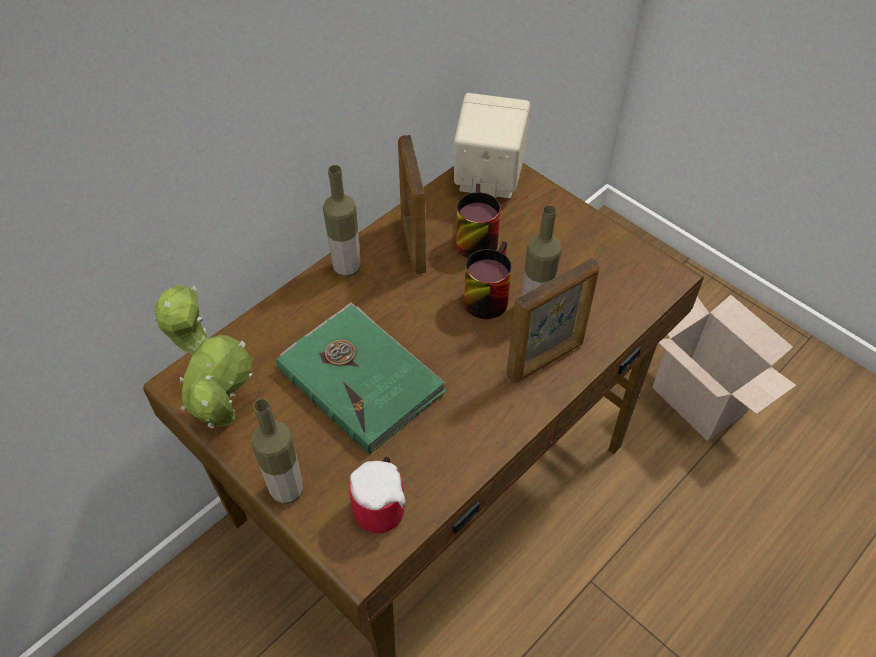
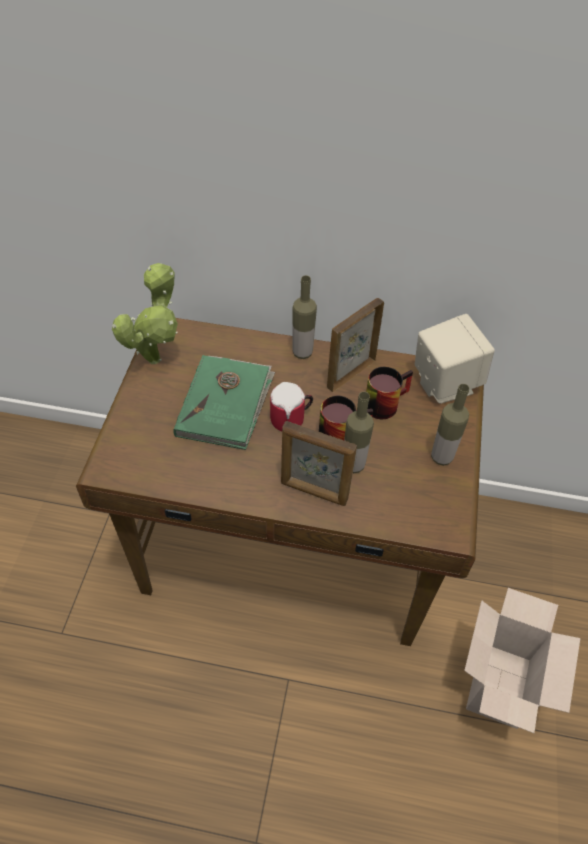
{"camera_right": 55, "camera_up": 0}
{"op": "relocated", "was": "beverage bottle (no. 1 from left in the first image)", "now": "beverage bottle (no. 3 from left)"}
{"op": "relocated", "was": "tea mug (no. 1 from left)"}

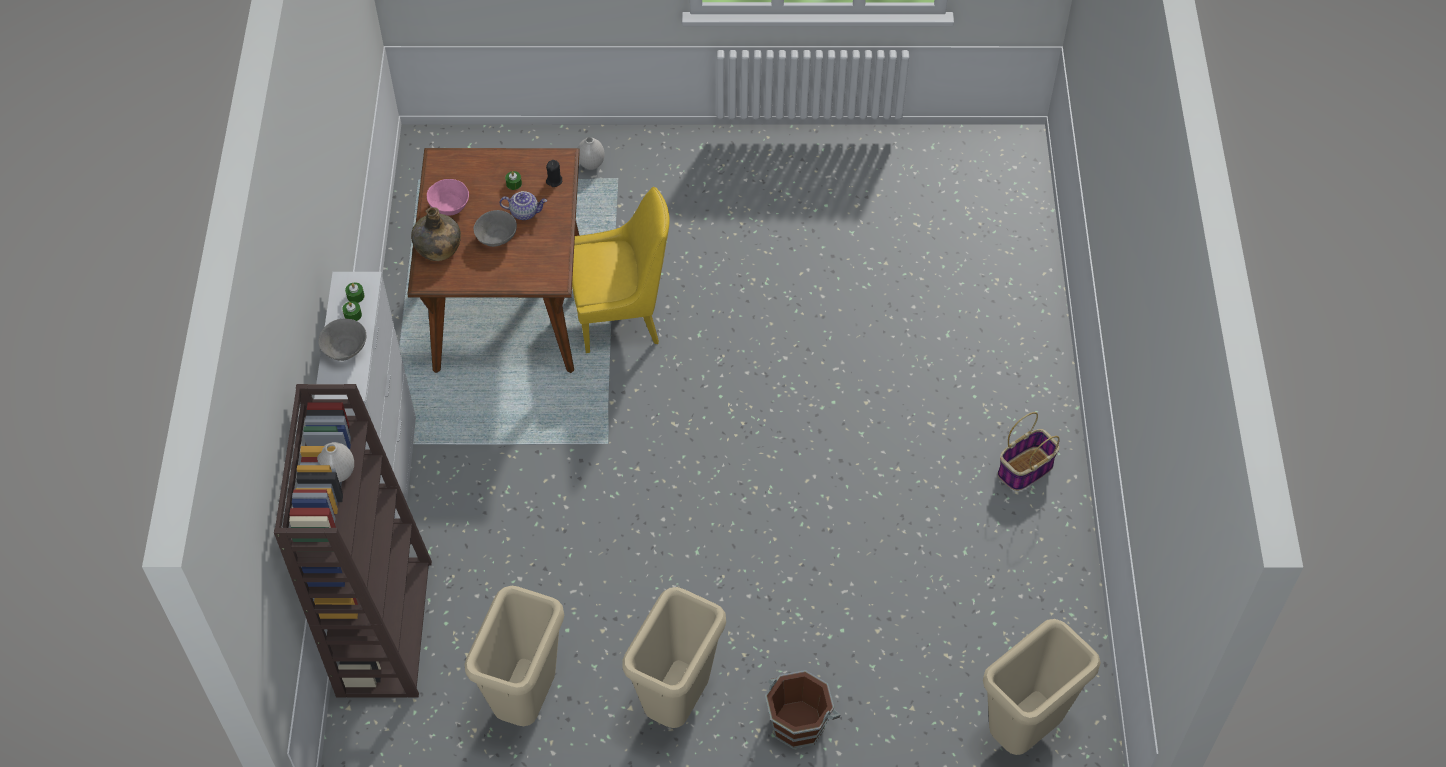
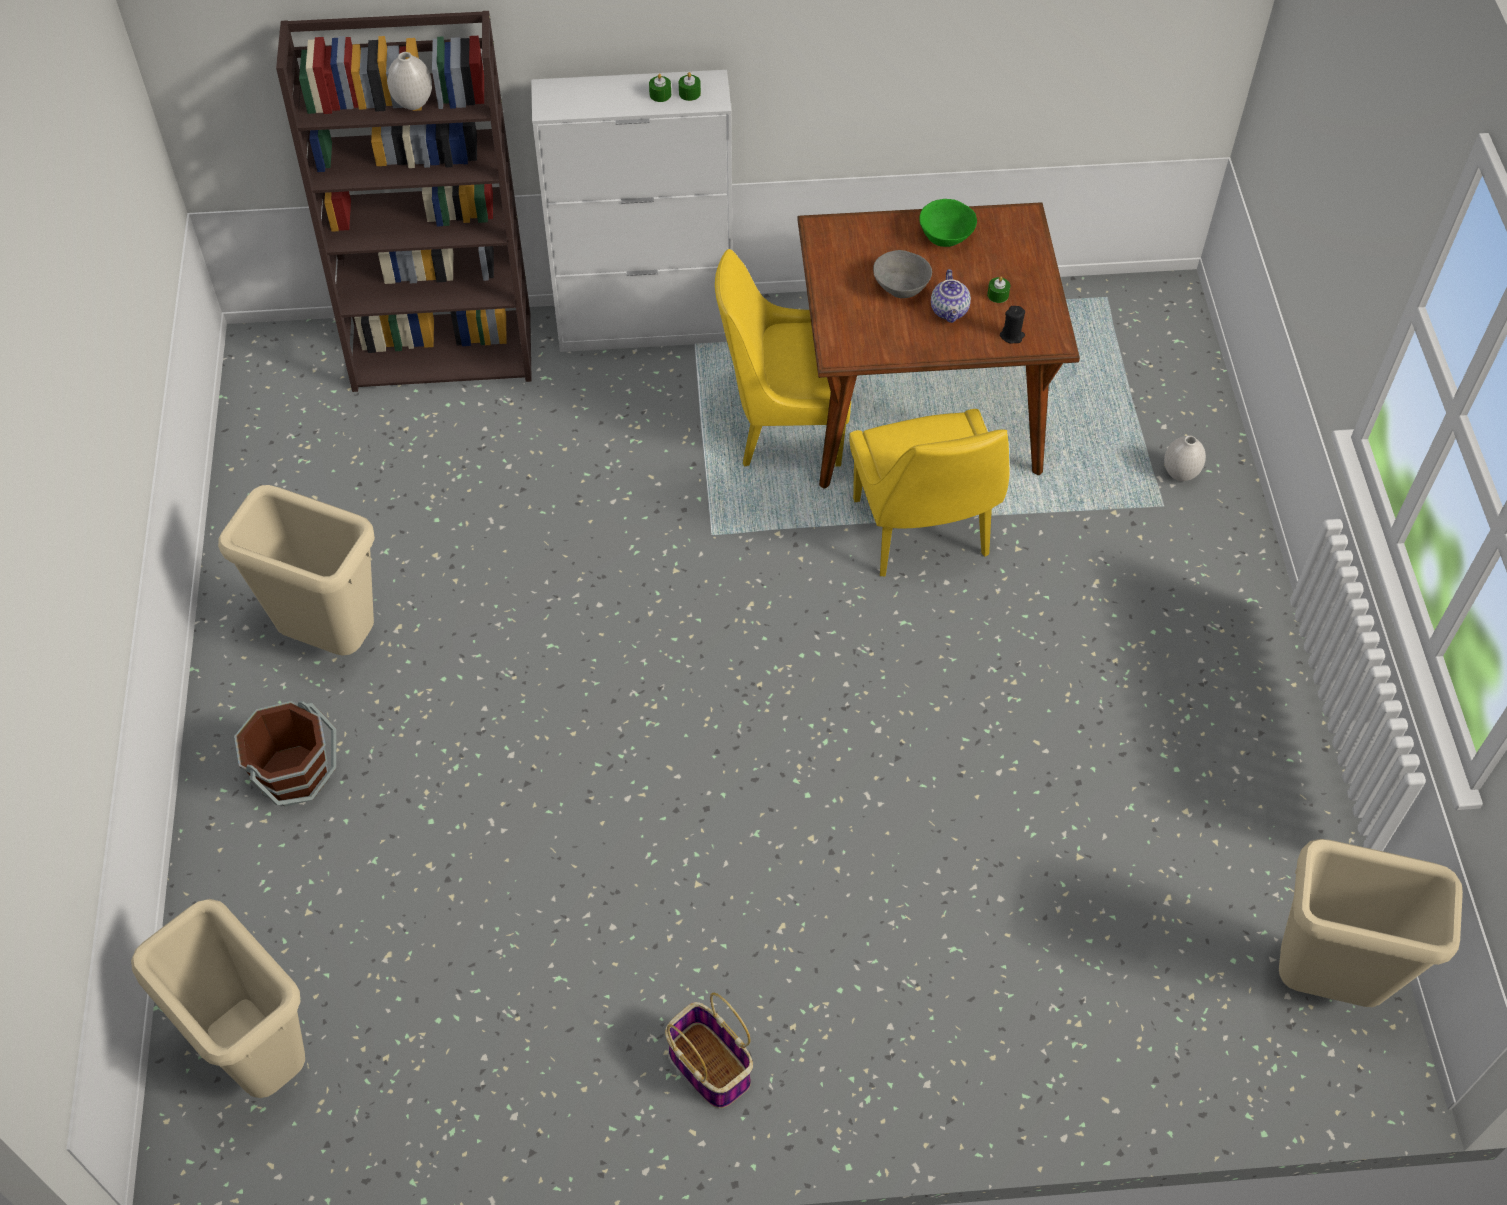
{"camera_right": 85, "camera_up": 0}
{"op": "colour", "was": "pink-coloured deep dish", "now": "greenish deep dish"}
{"op": "missing", "was": "greenish beverage bottle"}
{"op": "missing", "was": "gray deep dish (no. 1 from left)"}
{"op": "relocated", "was": "sand-coloured rubbish bin (no. 1 from left in the first image)", "now": "sand-coloured rubbish bin (no. 3 from left)"}
{"op": "appeared", "now": "yellow-coloured upright chair (no. 1 from left)"}

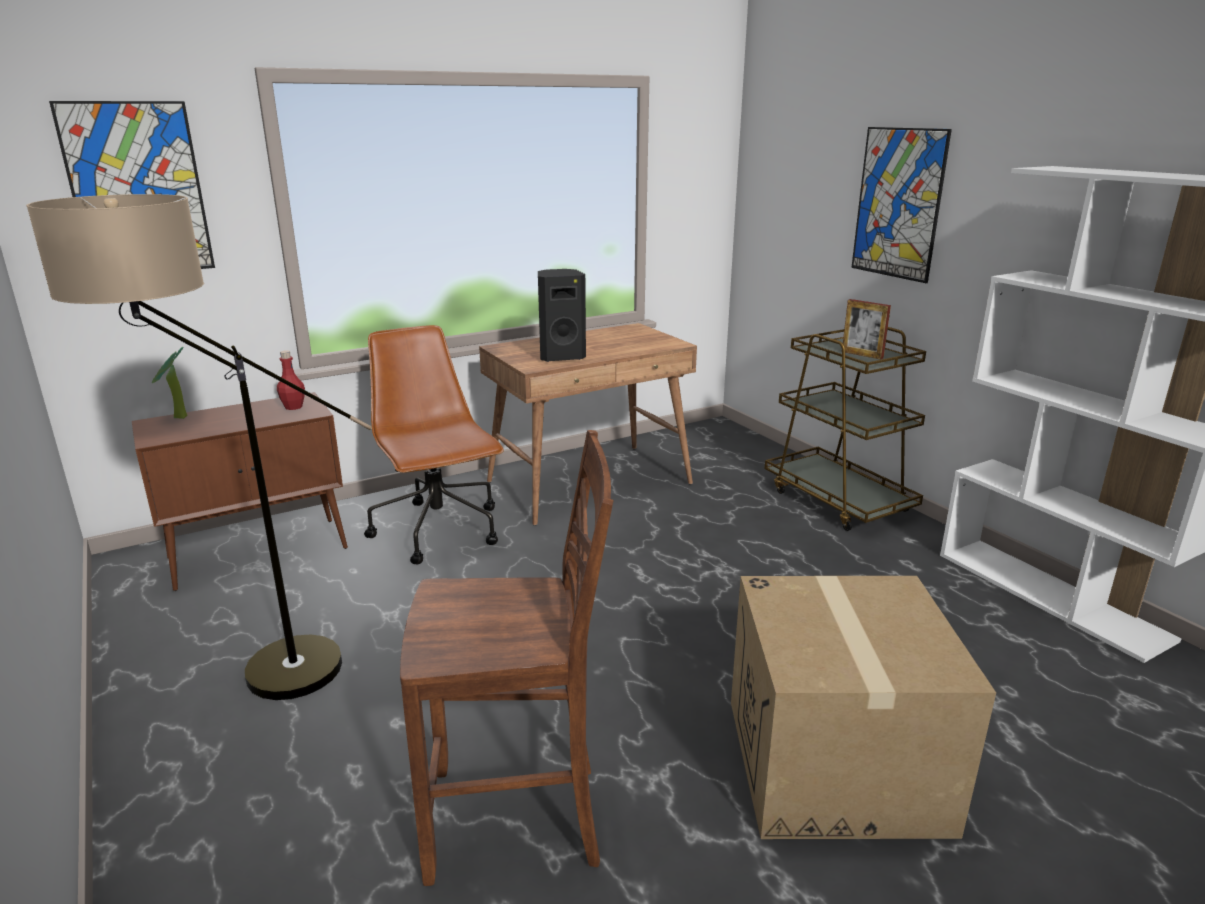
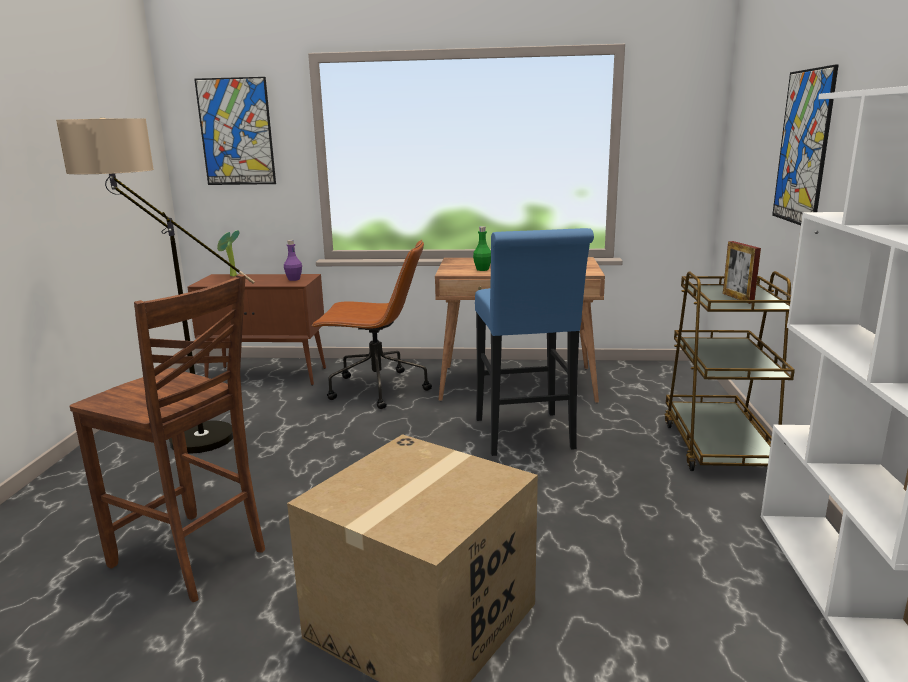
{"camera_right": 35, "camera_up": -5}
{"op": "exchanged", "was": "black-coloured loudspeaker", "now": "greenish beverage bottle"}
{"op": "spun", "was": "brown-coloured office chair", "clockwise": 90}
{"op": "colour", "was": "red-coloured beverage bottle", "now": "purplish beverage bottle"}
{"op": "appeared", "now": "bluish stool seat"}

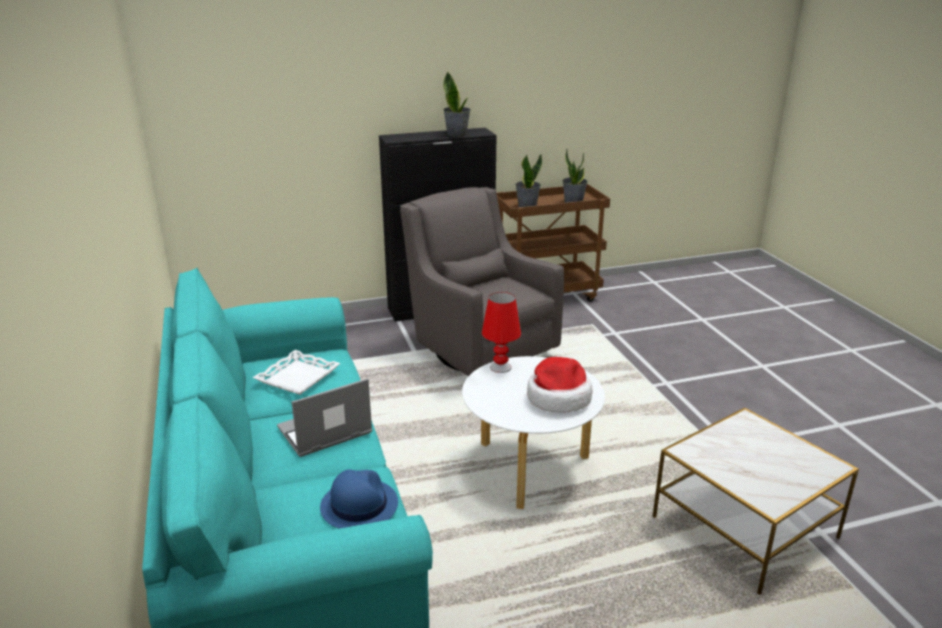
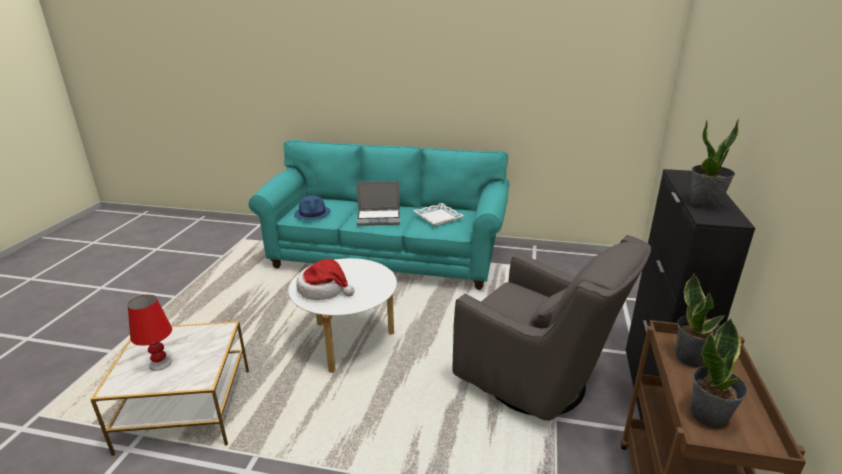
{"camera_right": 120, "camera_up": 0}
{"op": "spun", "was": "gray lounge chair", "clockwise": 45}
{"op": "relocated", "was": "red-coloured tabletop lamp"}
{"op": "spun", "was": "notebook computer", "clockwise": 90}

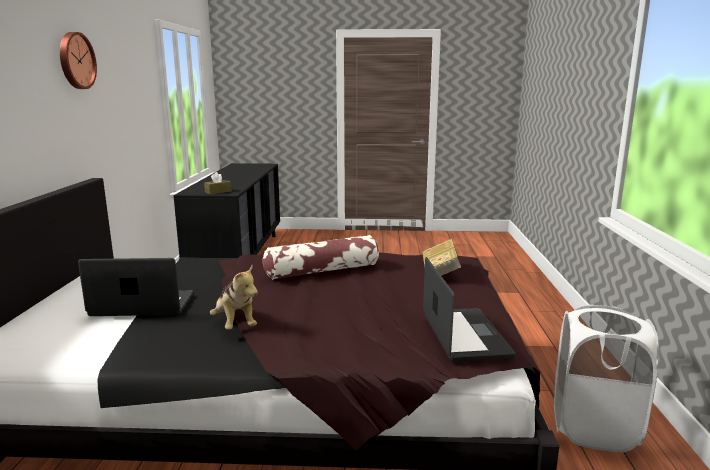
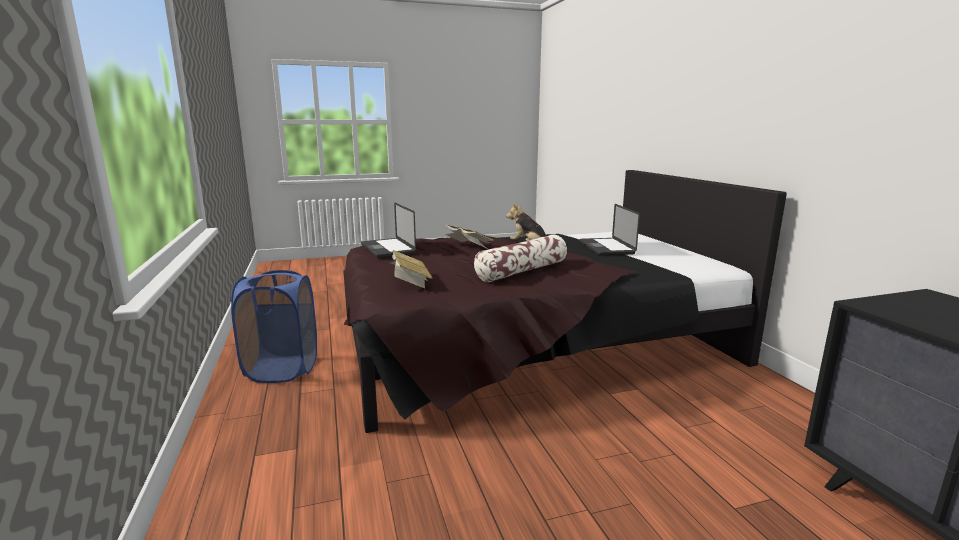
{"camera_right": 160, "camera_up": 0}
{"op": "missing", "was": "clock on the wall"}
{"op": "missing", "was": "brown-coloured tissue holder"}
{"op": "spun", "was": "notebook computer (no. 1 from left in the first image)", "clockwise": 105}
{"op": "colour", "was": "white-coloured laundry basket", "now": "bluish laundry basket"}
{"op": "appeared", "now": "book (no. 2 from left)"}

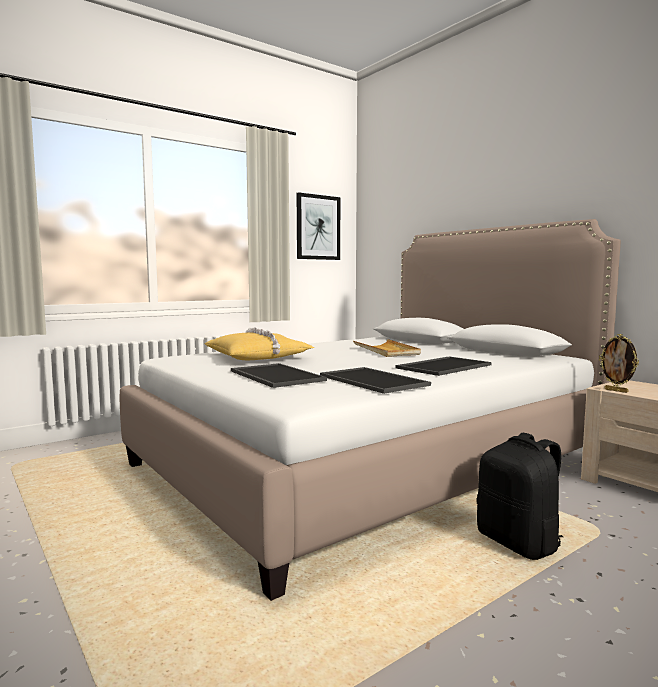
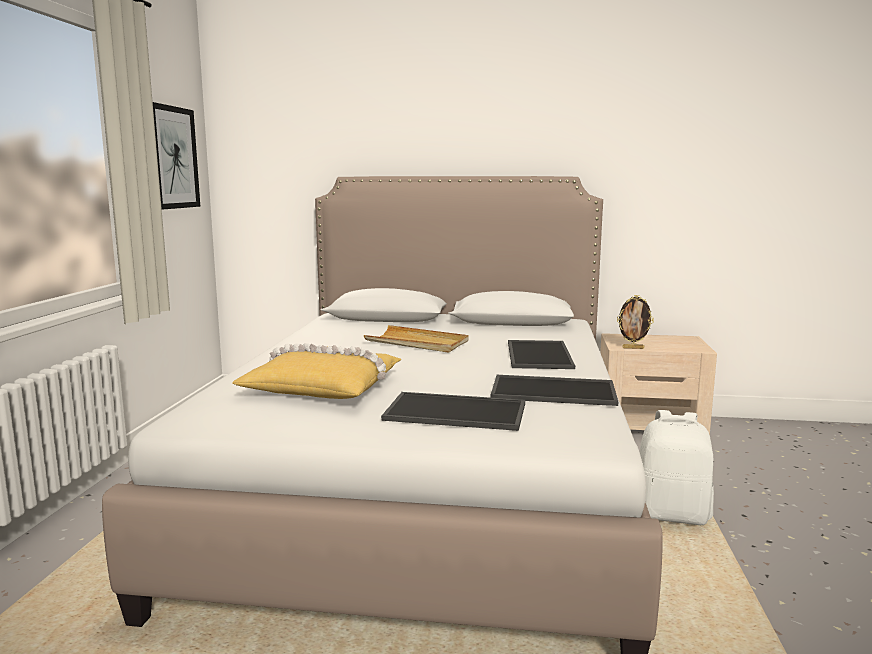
{"camera_right": -45, "camera_up": 5}
{"op": "colour", "was": "black-coloured rucksack", "now": "white-coloured rucksack"}

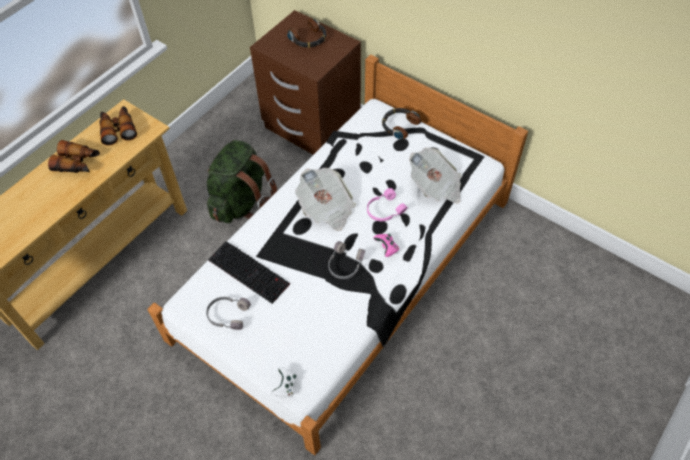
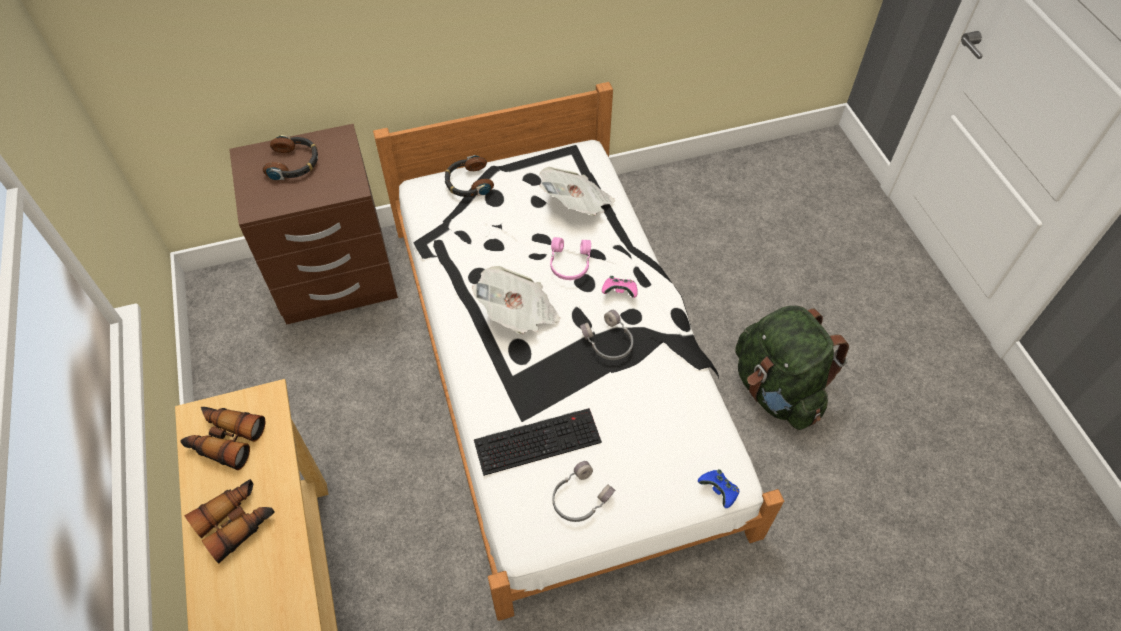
{"camera_right": -55, "camera_up": 0}
{"op": "relocated", "was": "greenish rucksack"}
{"op": "colour", "was": "white-coloured joypad", "now": "bluish joypad"}

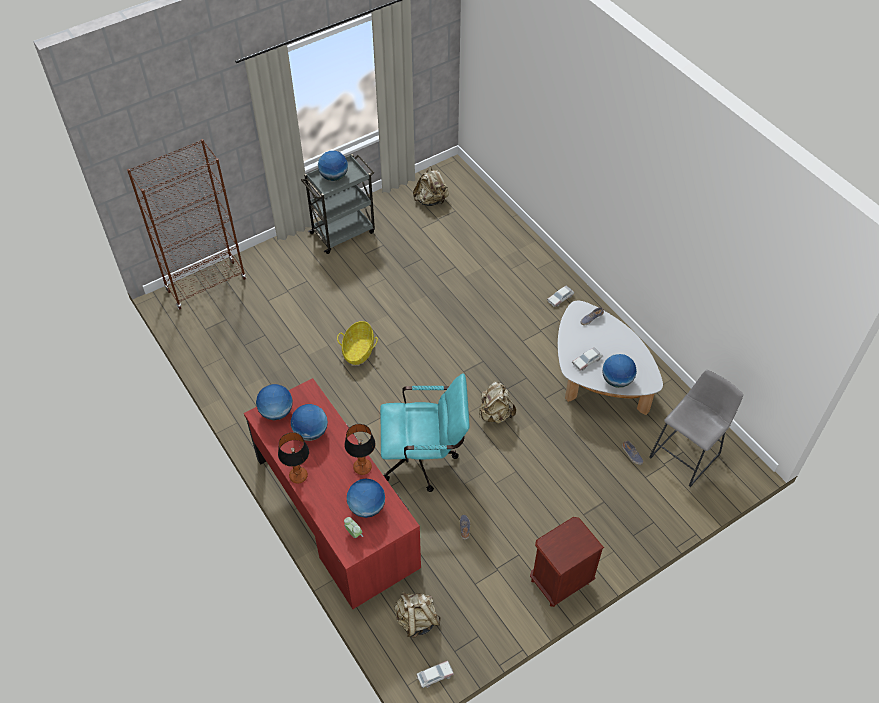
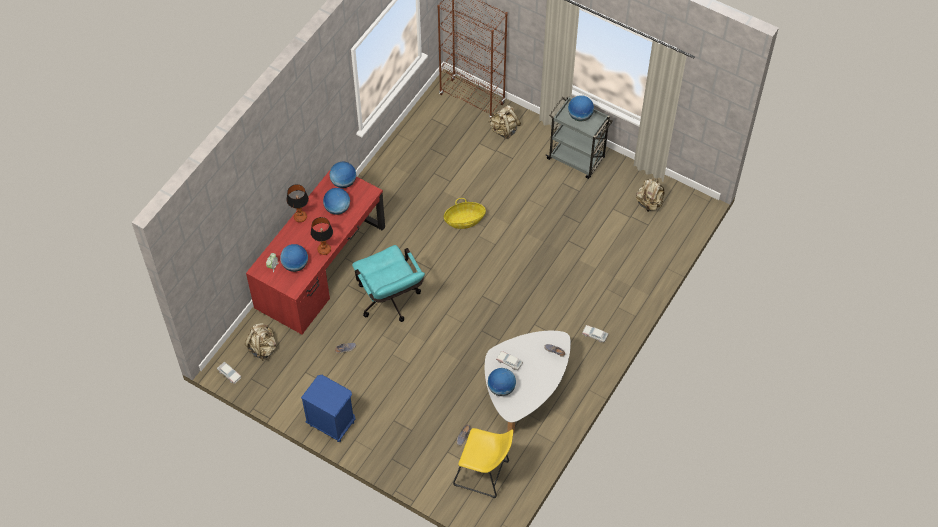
{"camera_right": 65, "camera_up": 5}
{"op": "colour", "was": "gray stool seat", "now": "yellow-coloured stool seat"}
{"op": "relocated", "was": "sand-coloured rucksack (no. 3 from left in the first image)", "now": "sand-coloured rucksack (no. 2 from left)"}
{"op": "colour", "was": "brown-coloured bedside table", "now": "bluish bedside table"}

